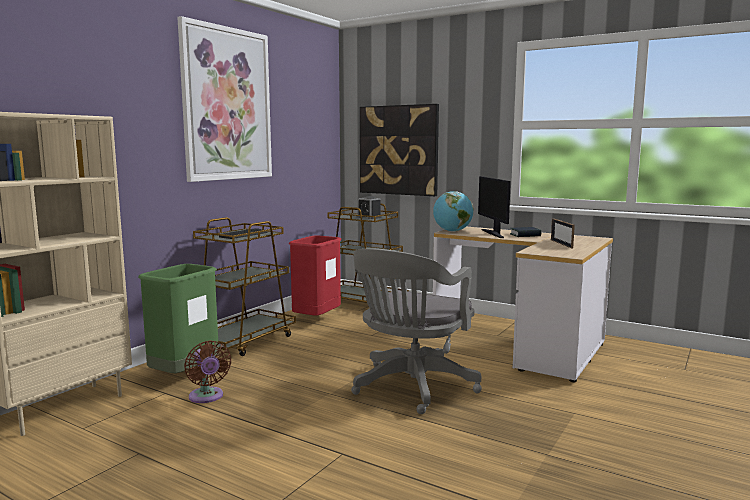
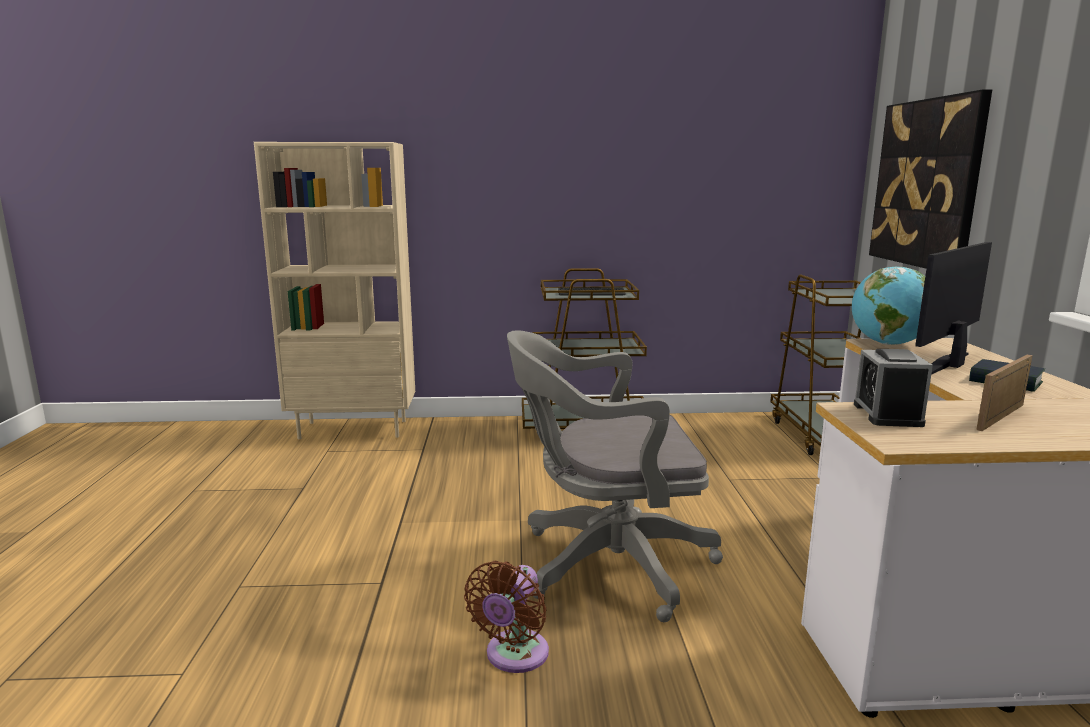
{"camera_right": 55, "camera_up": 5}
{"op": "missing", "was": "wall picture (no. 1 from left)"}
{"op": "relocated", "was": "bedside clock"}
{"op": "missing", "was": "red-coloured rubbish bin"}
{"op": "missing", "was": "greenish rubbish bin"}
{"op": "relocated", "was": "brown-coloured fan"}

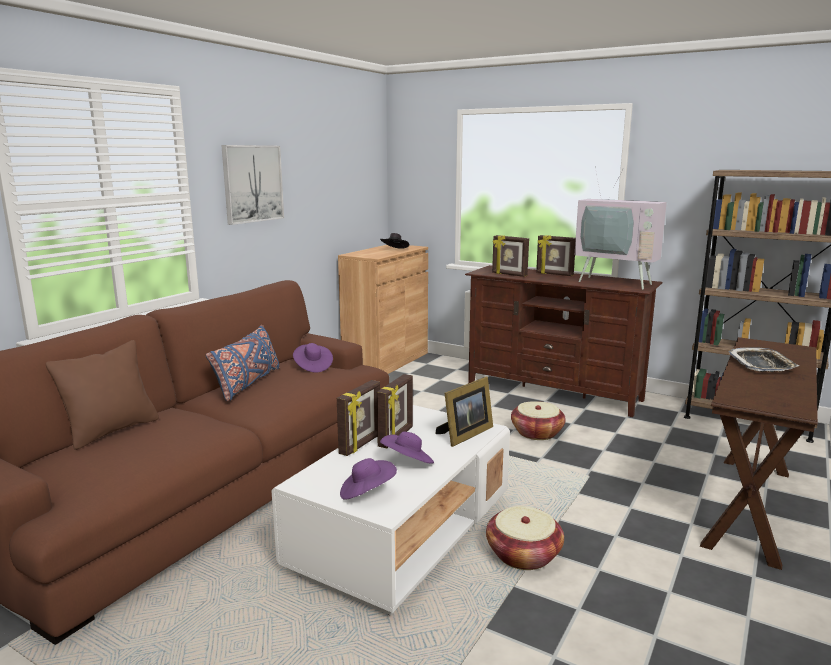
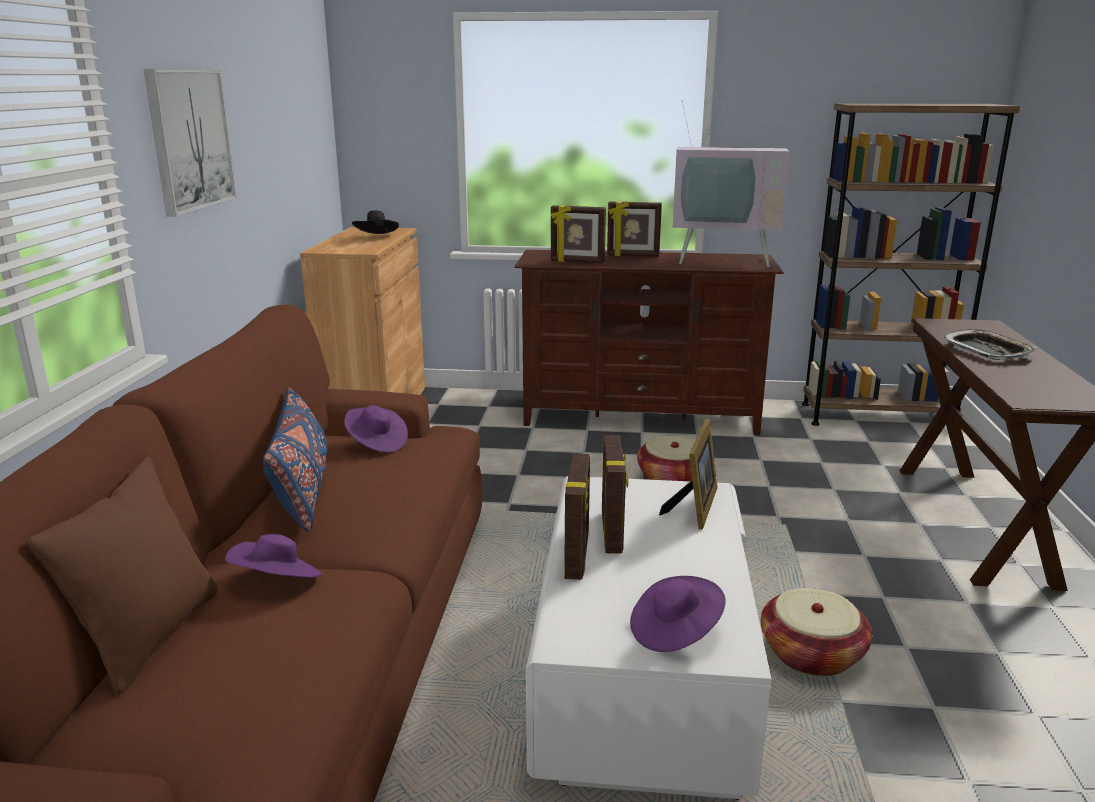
{"camera_right": -25, "camera_up": 5}
{"op": "relocated", "was": "purplish wearable hat (no. 3 from left in the first image)", "now": "purplish wearable hat (no. 1 from left)"}

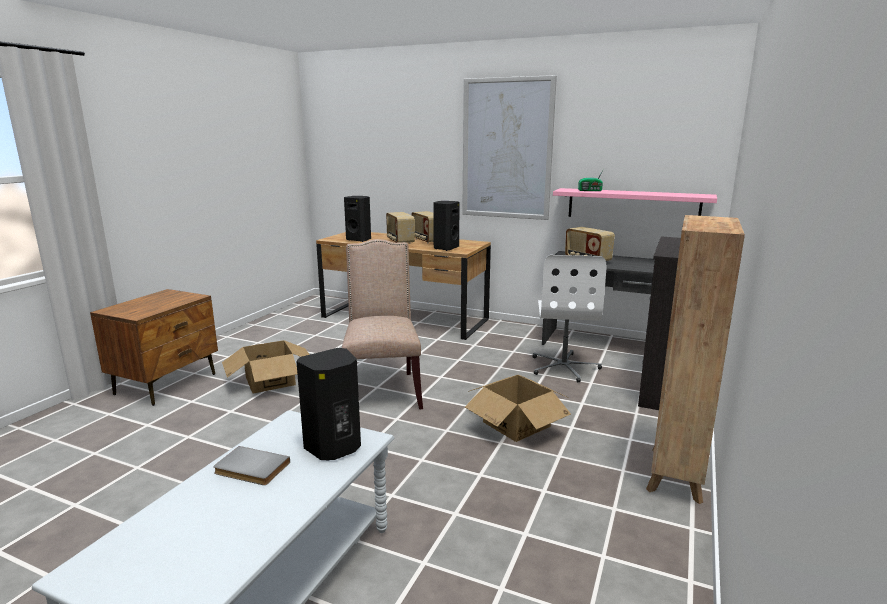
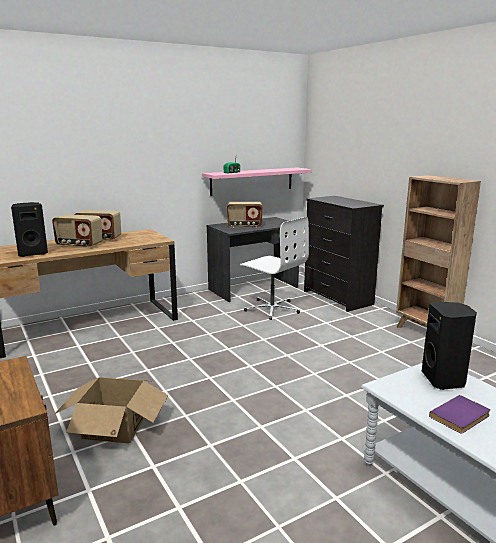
{"camera_right": -55, "camera_up": 0}
{"op": "missing", "was": "wall picture"}
{"op": "missing", "was": "black-coloured loudspeaker (no. 3 from left)"}
{"op": "missing", "was": "sand-coloured upright chair"}
{"op": "missing", "was": "carton (no. 2 from left)"}
{"op": "colour", "was": "gray book", "now": "purplish book"}

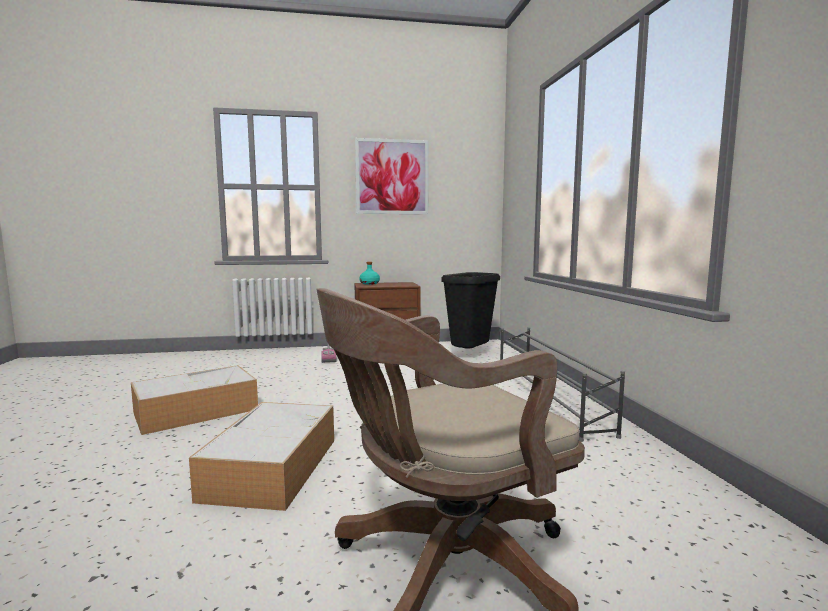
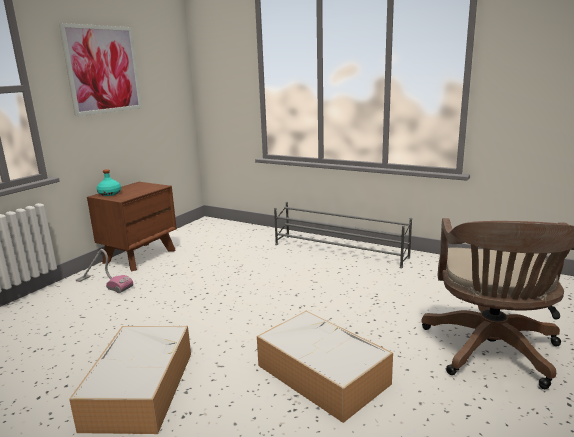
{"camera_right": -50, "camera_up": 10}
{"op": "missing", "was": "black-coloured rubbish bin"}

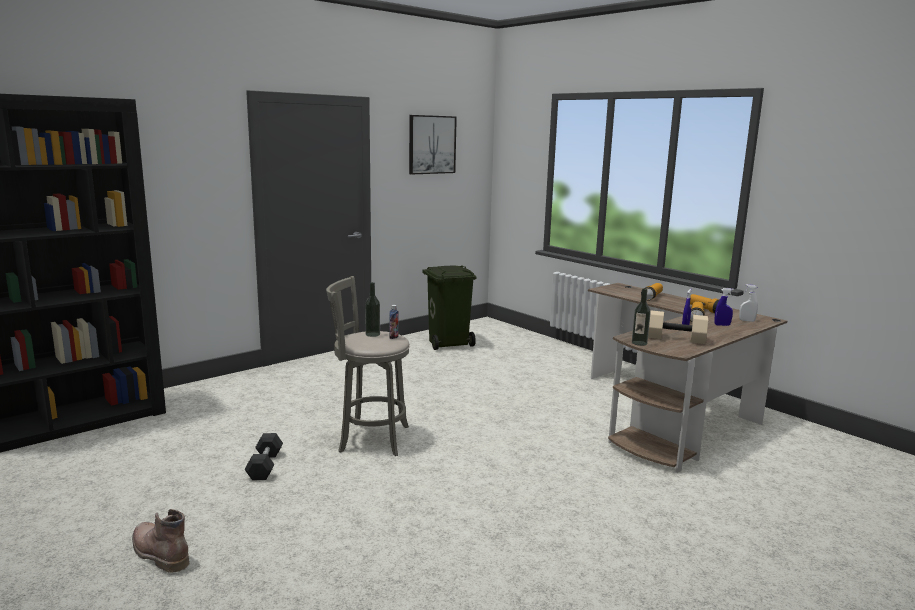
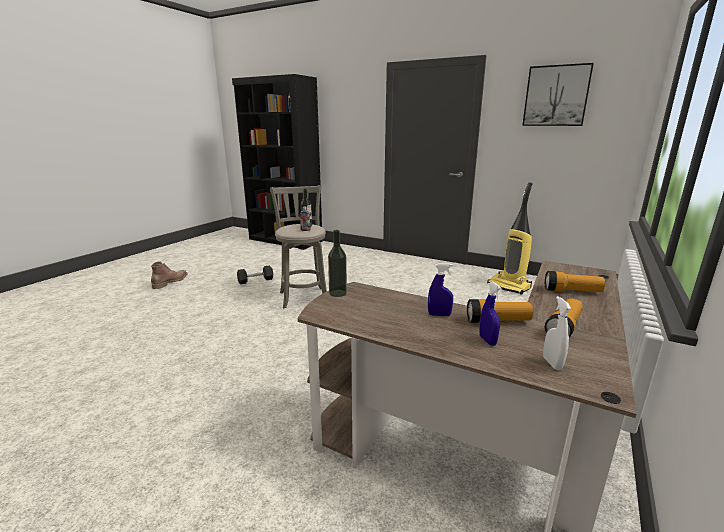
{"camera_right": 70, "camera_up": 5}
{"op": "exchanged", "was": "greenish rubbish bin", "now": "hoover"}
{"op": "missing", "was": "sand-coloured dumbbell"}

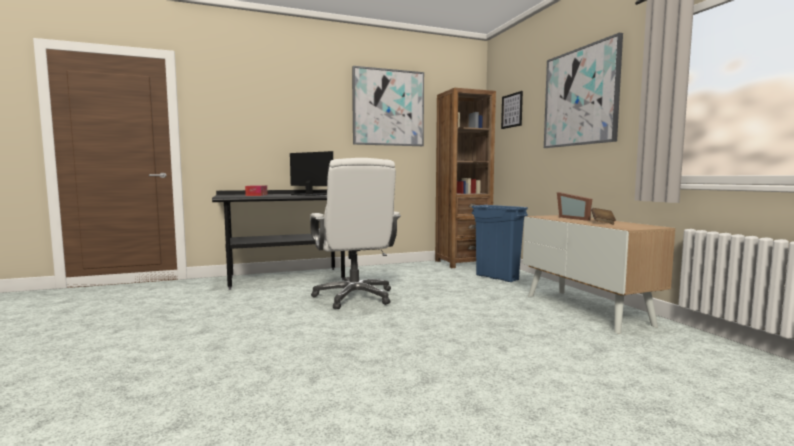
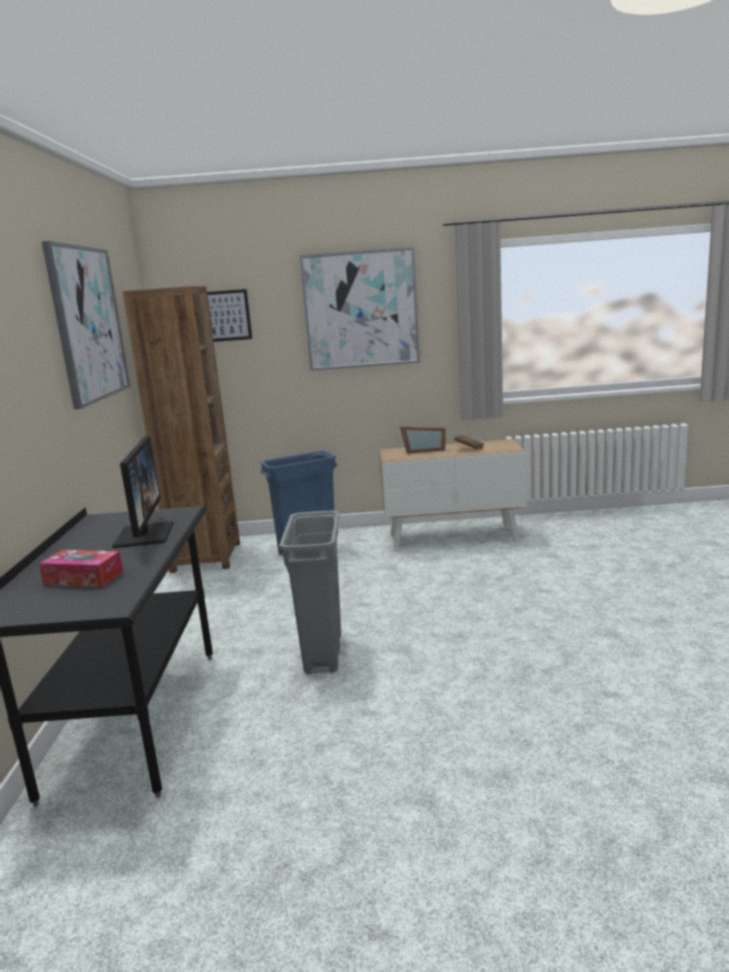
{"camera_right": -70, "camera_up": 10}
{"op": "spun", "was": "computer display", "clockwise": 120}
{"op": "exchanged", "was": "white-coloured office chair", "now": "gray rubbish bin"}

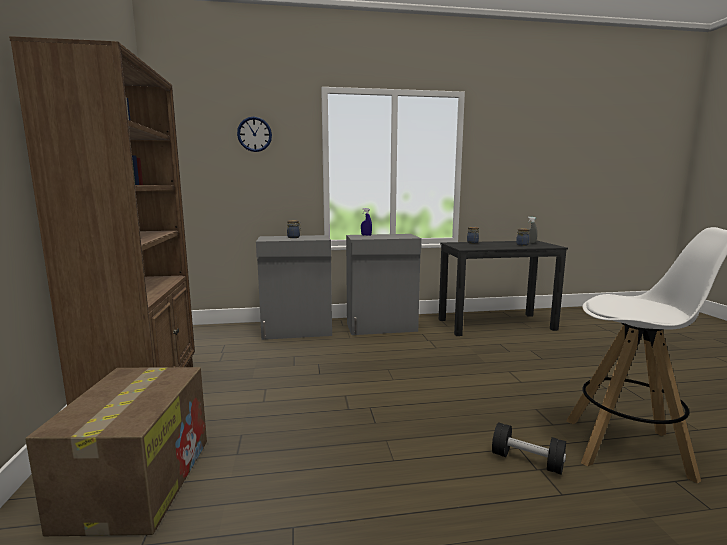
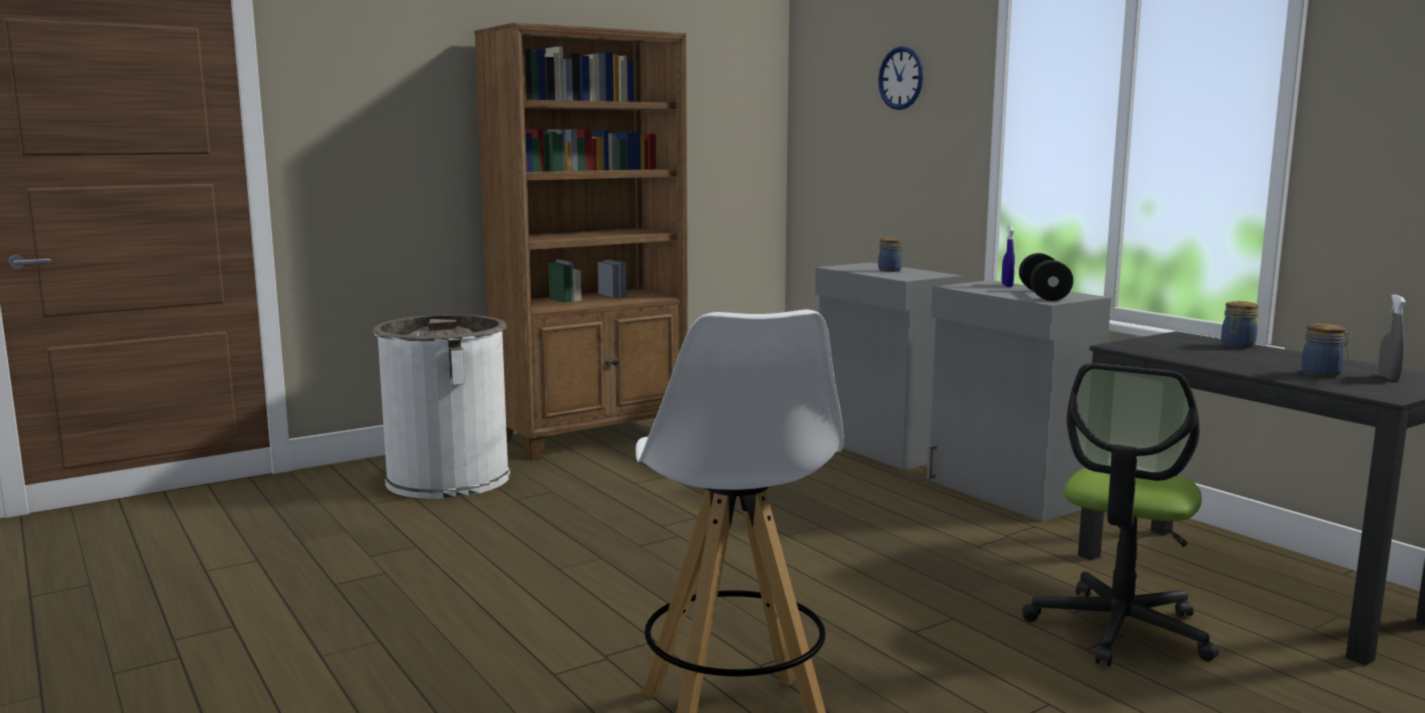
{"camera_right": 65, "camera_up": 0}
{"op": "exchanged", "was": "carton", "now": "white-coloured rubbish bin"}
{"op": "relocated", "was": "black-coloured dumbbell"}
{"op": "appeared", "now": "office chair"}

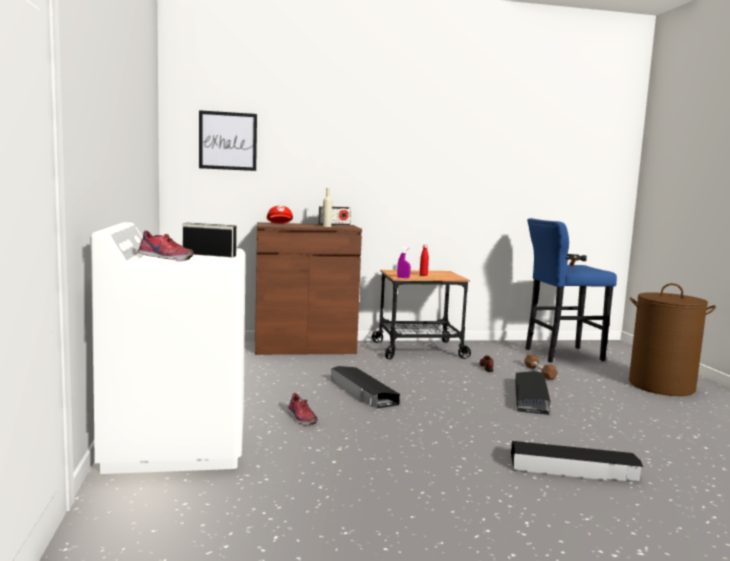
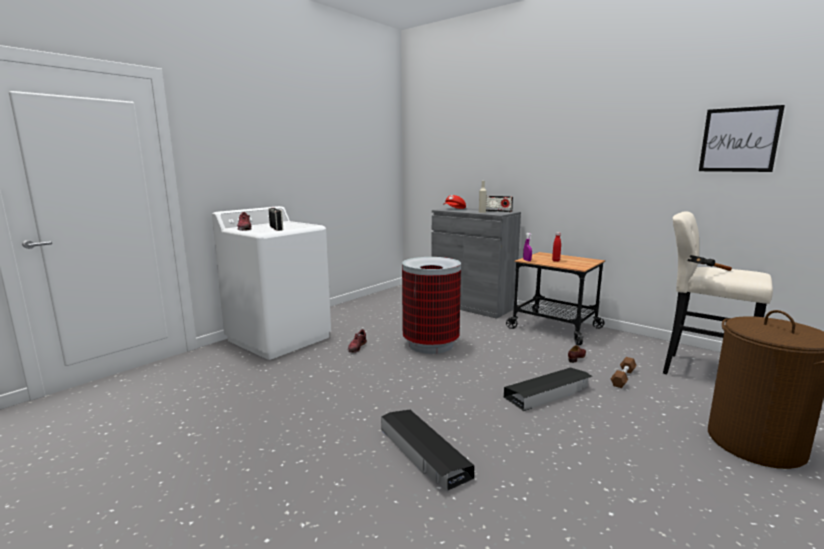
{"camera_right": 50, "camera_up": 5}
{"op": "relocated", "was": "wall picture"}
{"op": "colour", "was": "bluish stool seat", "now": "sand-coloured stool seat"}
{"op": "colour", "was": "brown-coloured cupboard", "now": "gray cupboard"}
{"op": "exchanged", "was": "black-coloured storage bin (no. 1 from left)", "now": "rubbish bin"}

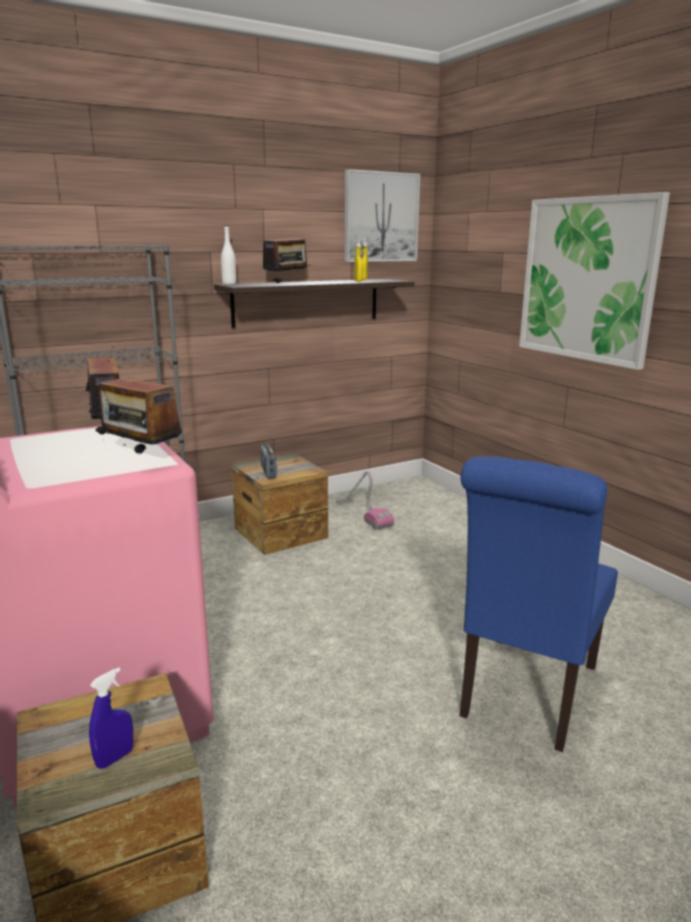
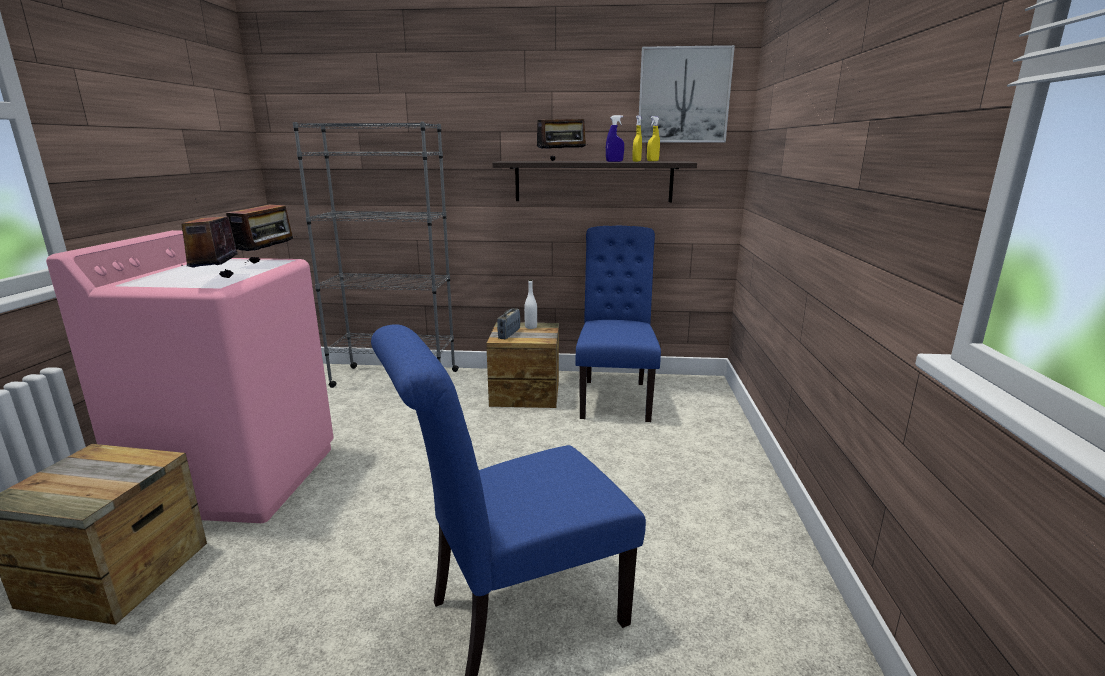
{"camera_right": 35, "camera_up": 0}
{"op": "missing", "was": "wall picture (no. 2 from left)"}
{"op": "relocated", "was": "white-coloured beverage bottle"}
{"op": "exchanged", "was": "hoover", "now": "bluish upright chair (no. 2 from left)"}
{"op": "relocated", "was": "bluish sprayer"}

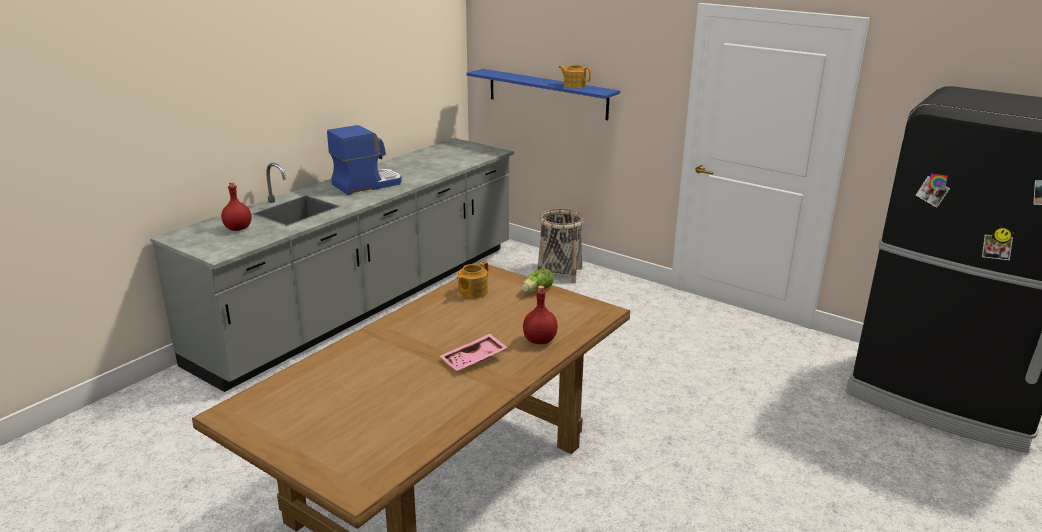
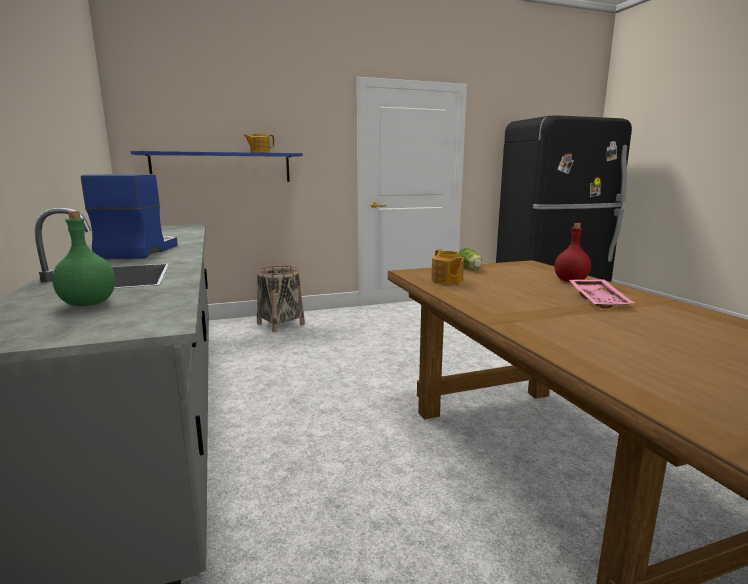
{"camera_right": -55, "camera_up": -10}
{"op": "colour", "was": "red-coloured beverage bottle (no. 1 from left)", "now": "greenish beverage bottle"}

